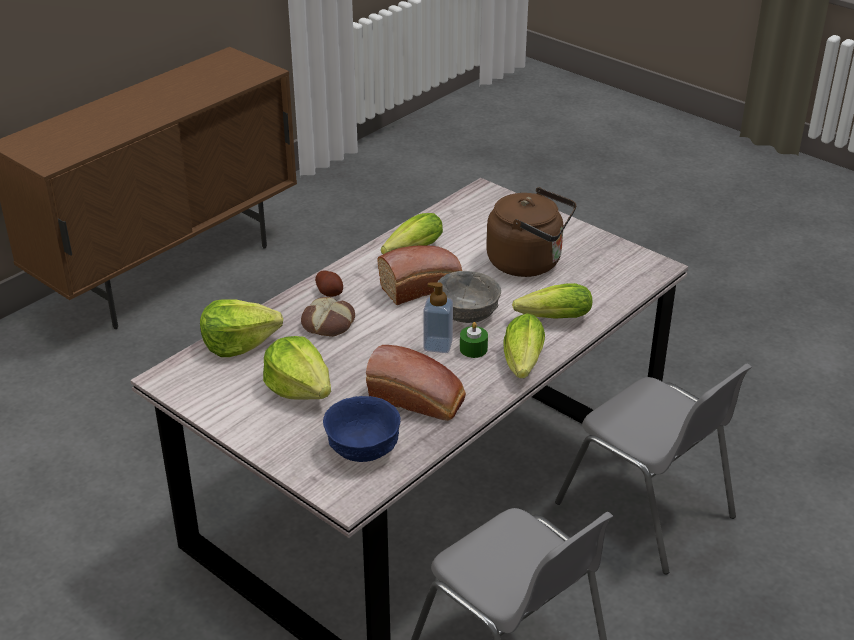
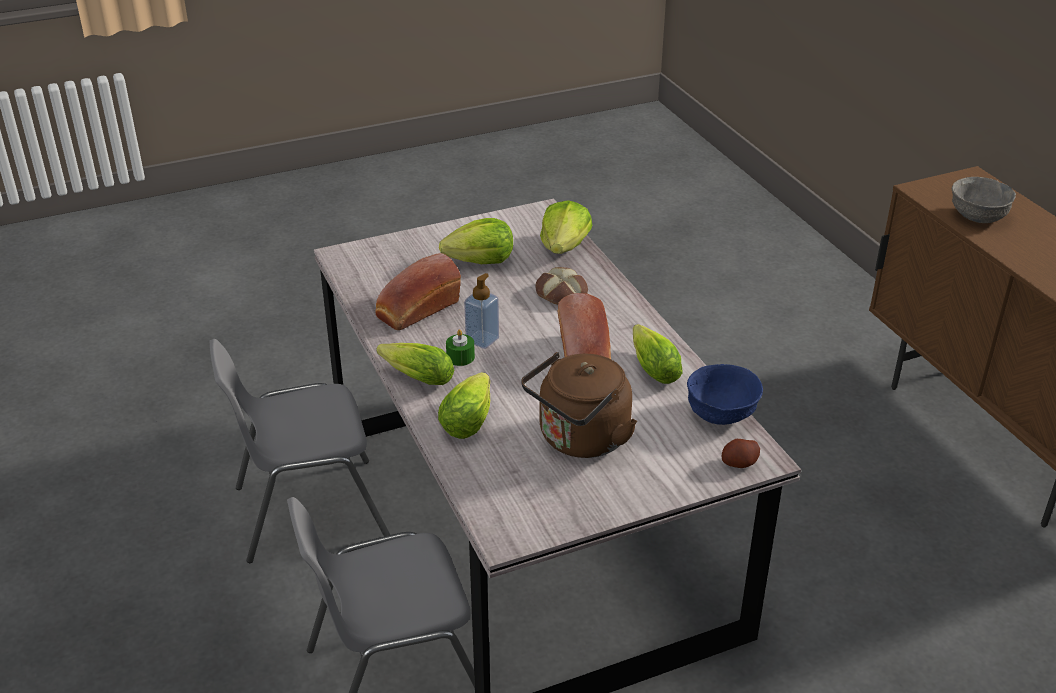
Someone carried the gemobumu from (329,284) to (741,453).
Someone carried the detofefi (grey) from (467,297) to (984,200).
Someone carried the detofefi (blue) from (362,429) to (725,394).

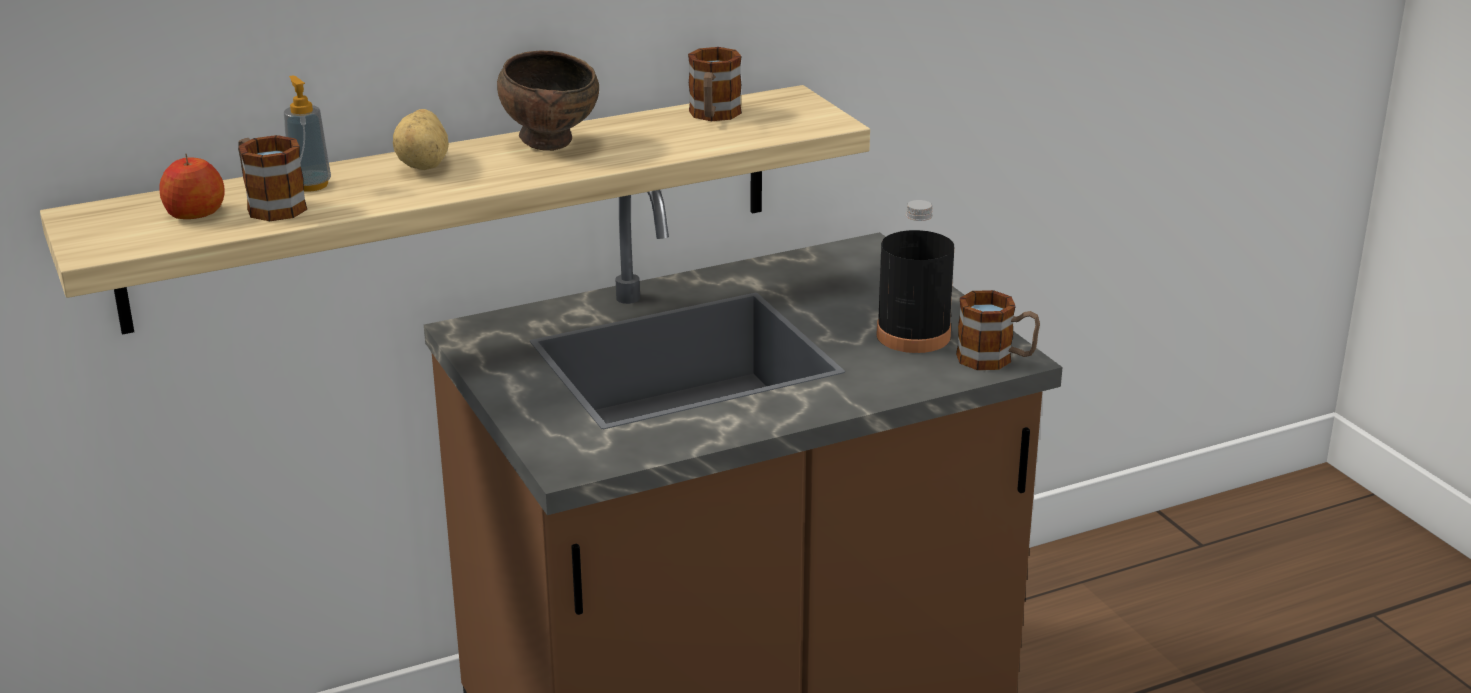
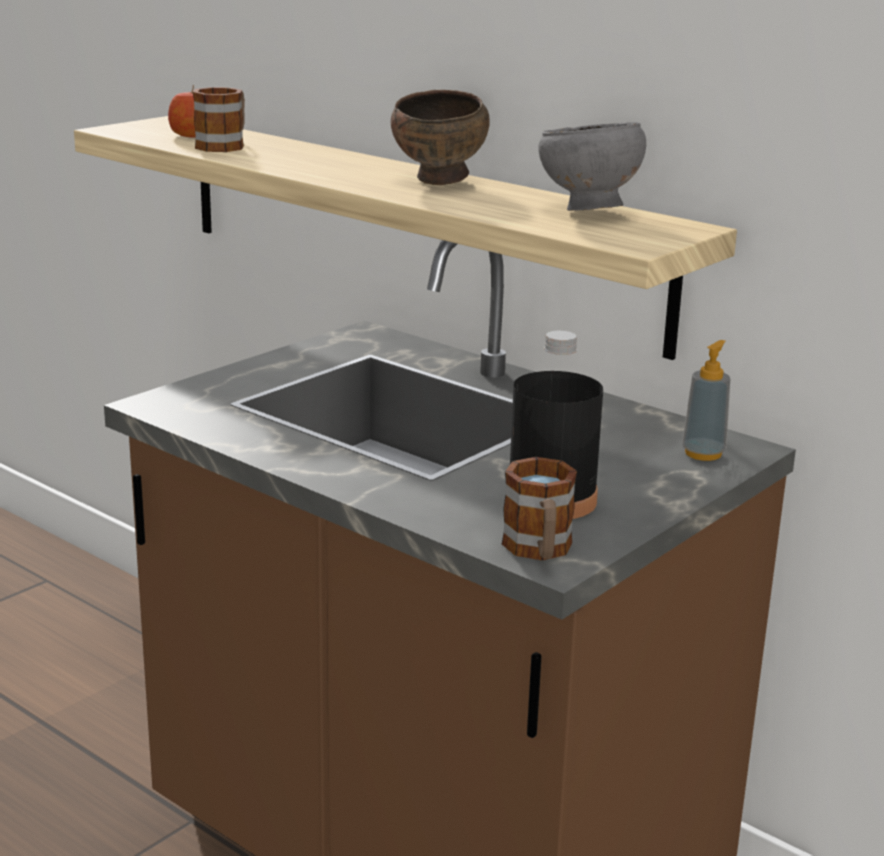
Someone swapped the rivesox at (715,84) for the detofefi (grey) at (592,166).
Someone carried the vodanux from (307,133) to (706,400).
Someone took away the gemobumu at (421,139).

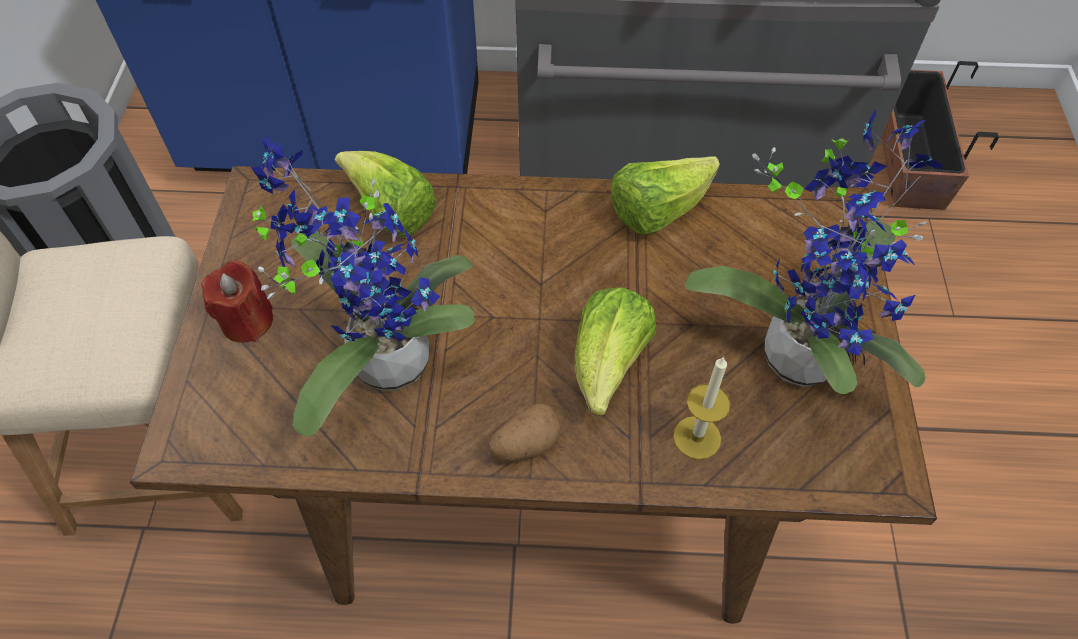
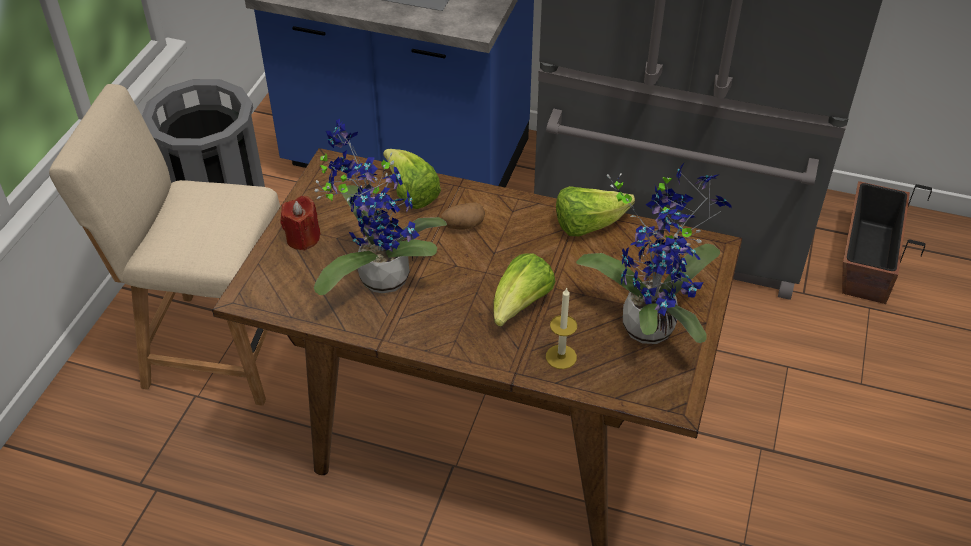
Someone carried the gemobumu from (525,432) to (463,216).

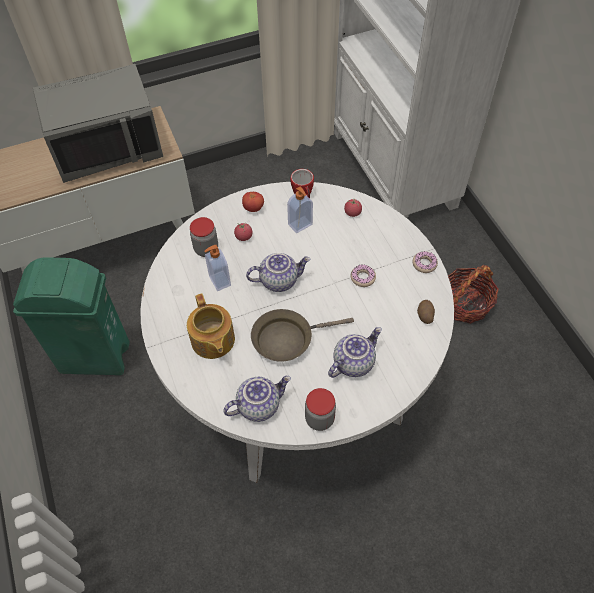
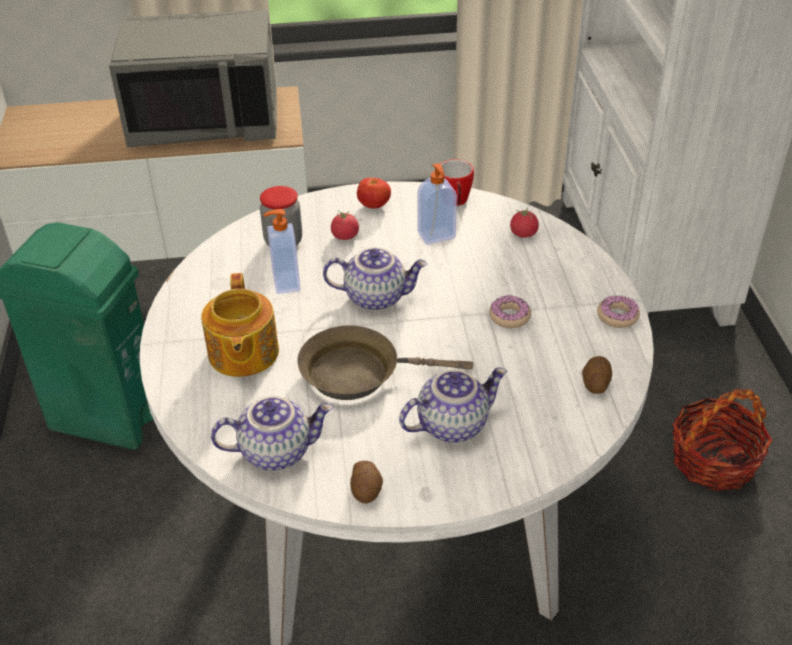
Someone swapped the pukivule at (320,409) for the gemobumu at (366,482).

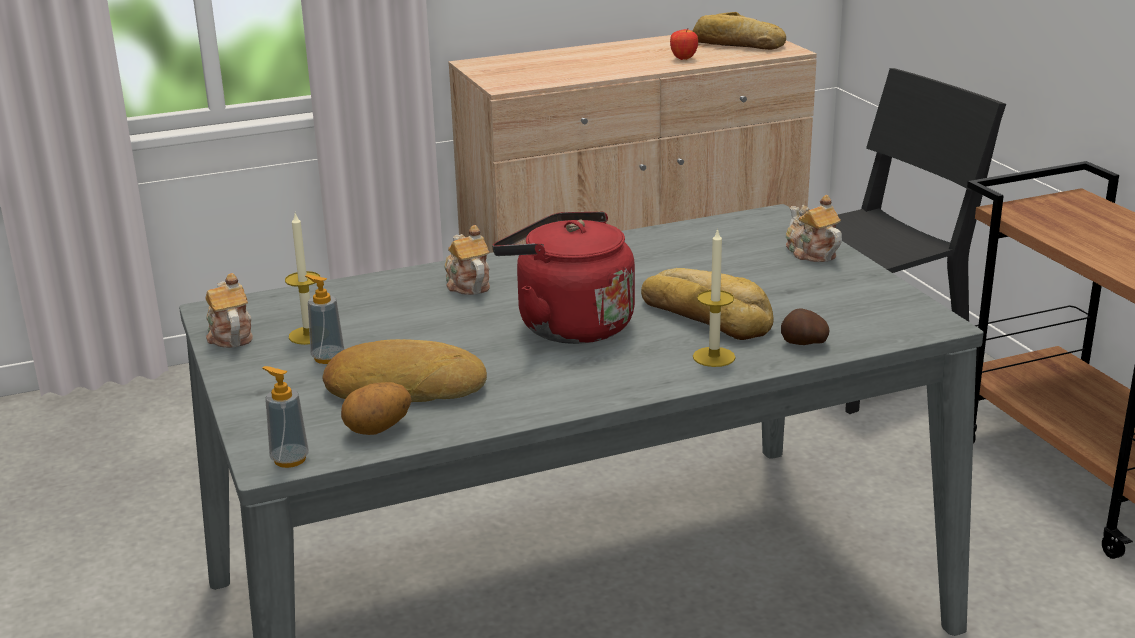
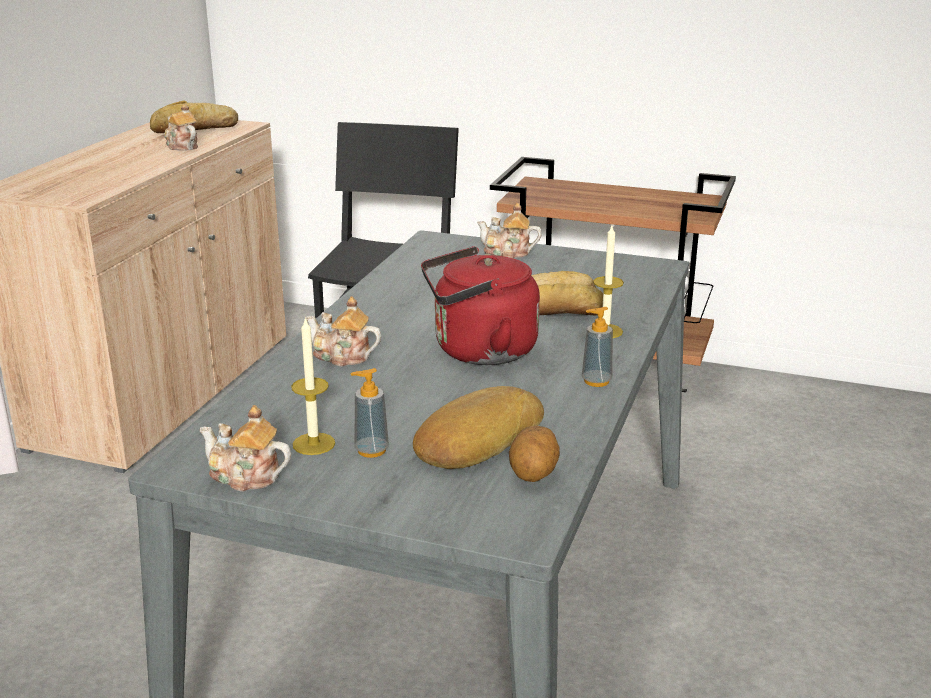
Someone swapped the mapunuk at (684,44) for the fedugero at (181,127).
Someone took away the gemobumu at (805,326).
Someone carried the vodanux from (285,417) to (597,347).

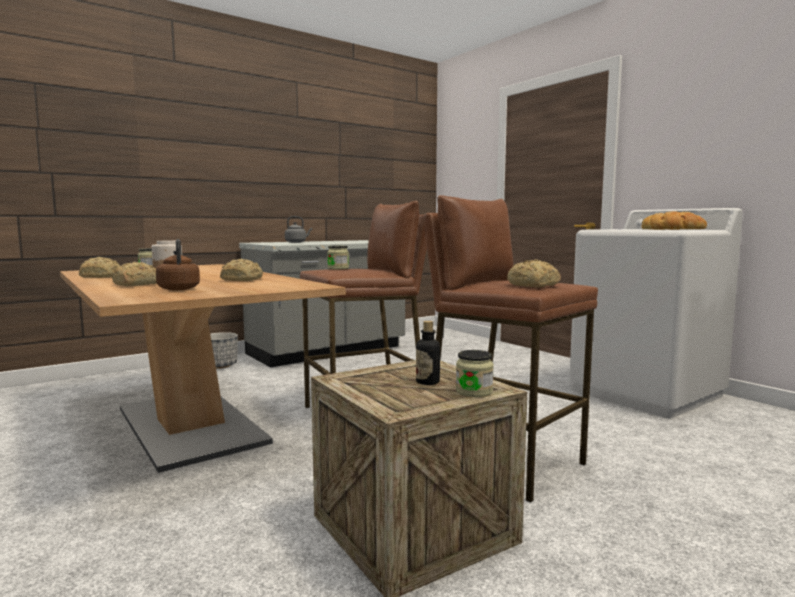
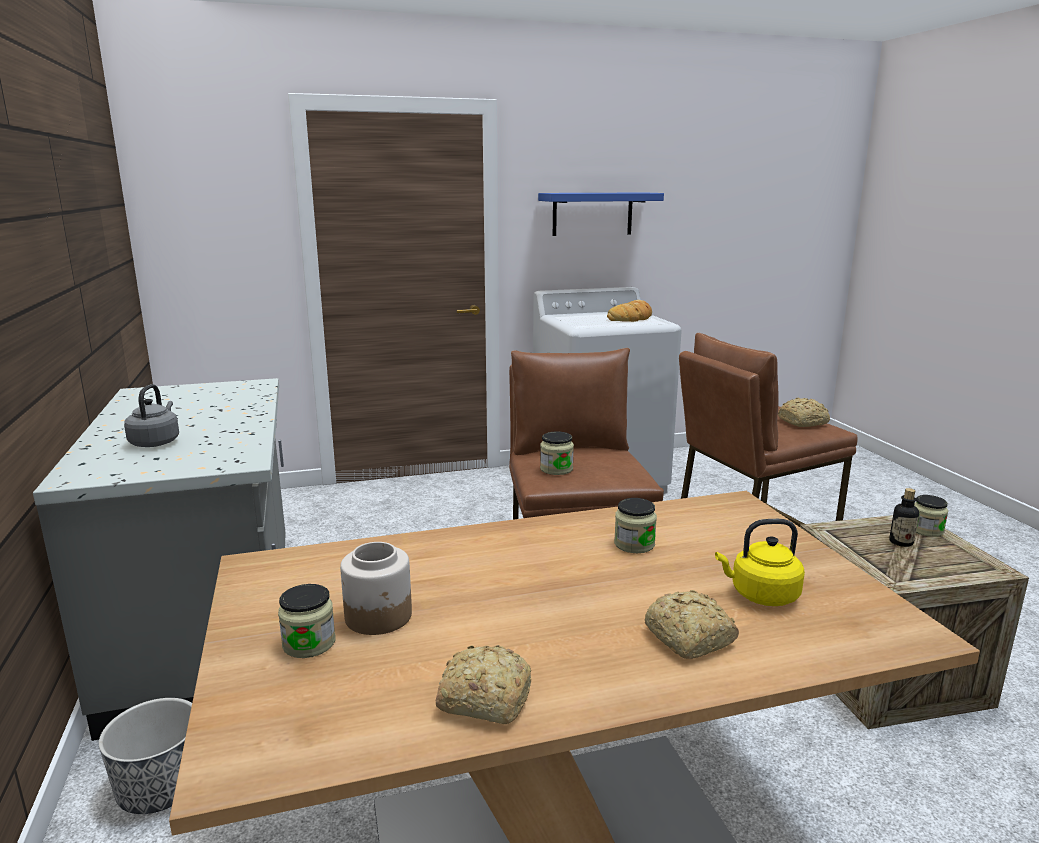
Someone repainted the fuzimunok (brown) at (178,264), which became the fuzimunok (yellow) at (760,562).
Someone swapped the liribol at (241,270) for the pukivule at (635,525).
Someone put up the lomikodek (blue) at (601,214).

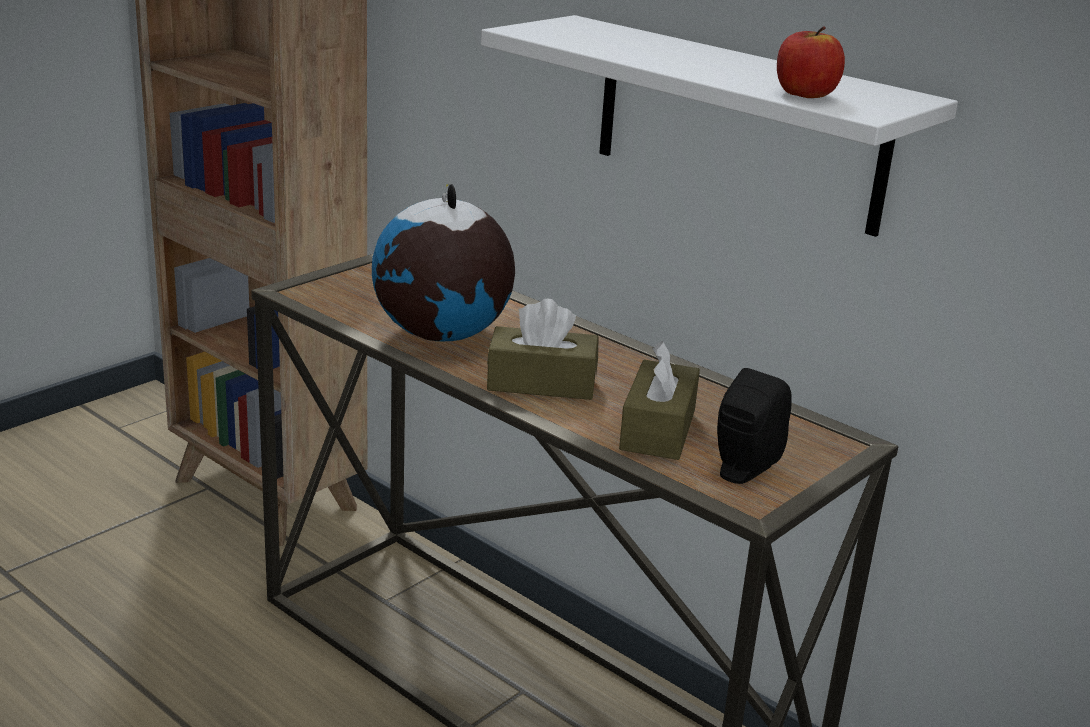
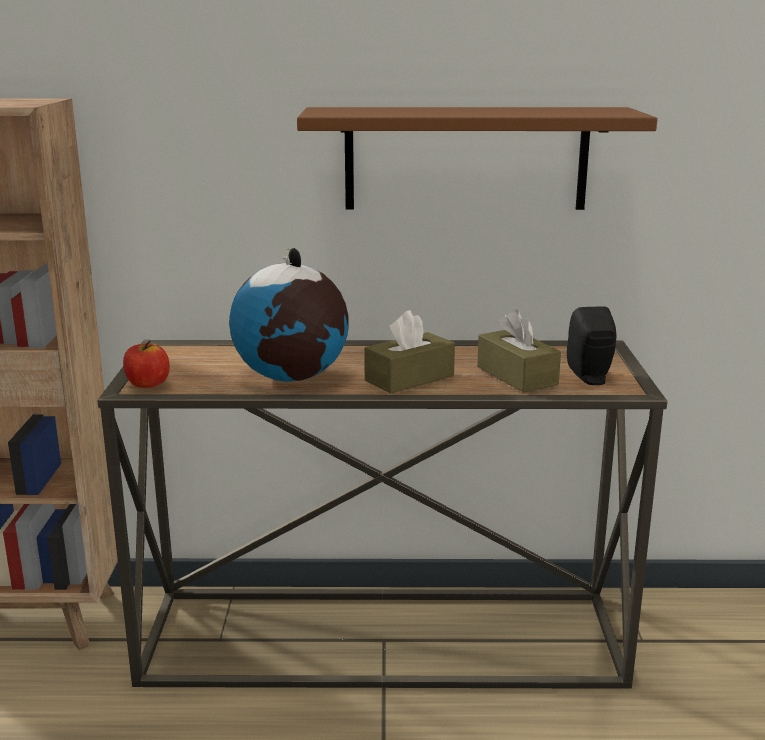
Someone repainted the lomikodek (white) at (719,126), which became the lomikodek (brown) at (477,158).
Someone carried the mapunuk from (811,62) to (146,364).

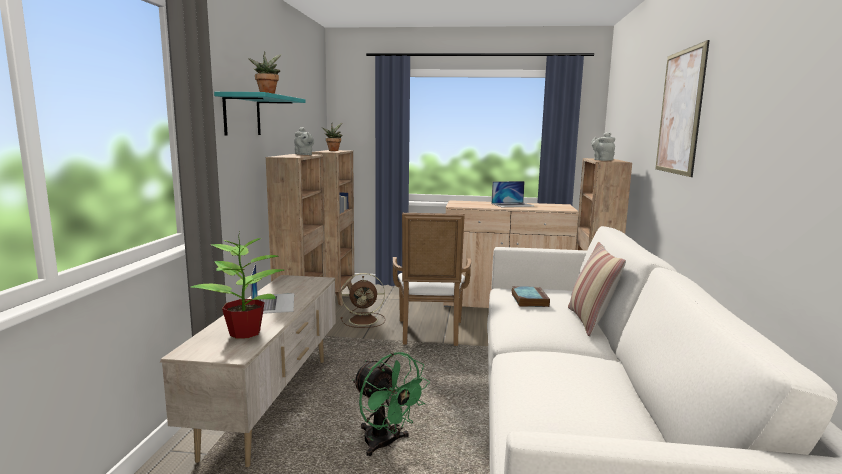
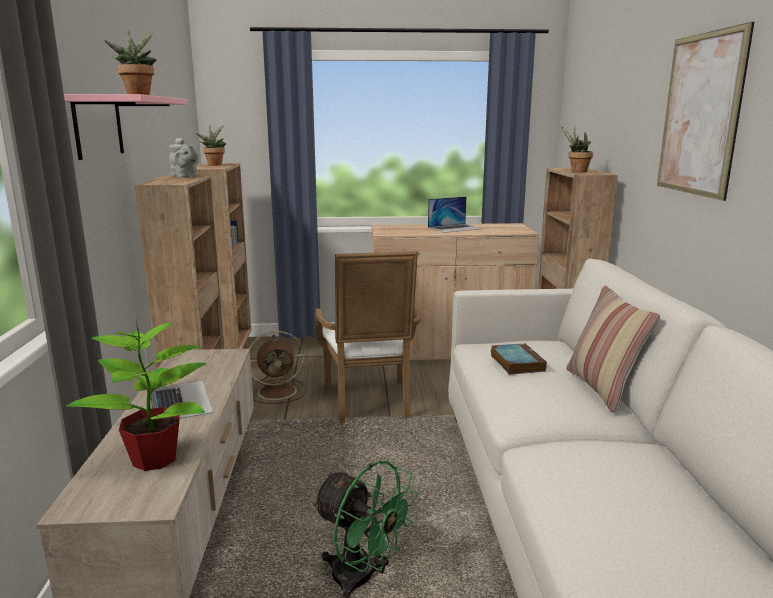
Someone repainted the lomikodek (turquoise) at (260,114), which became the lomikodek (pink) at (126,127).
Someone swapped the fedugero (grey) at (603,146) for the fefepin at (577,149).

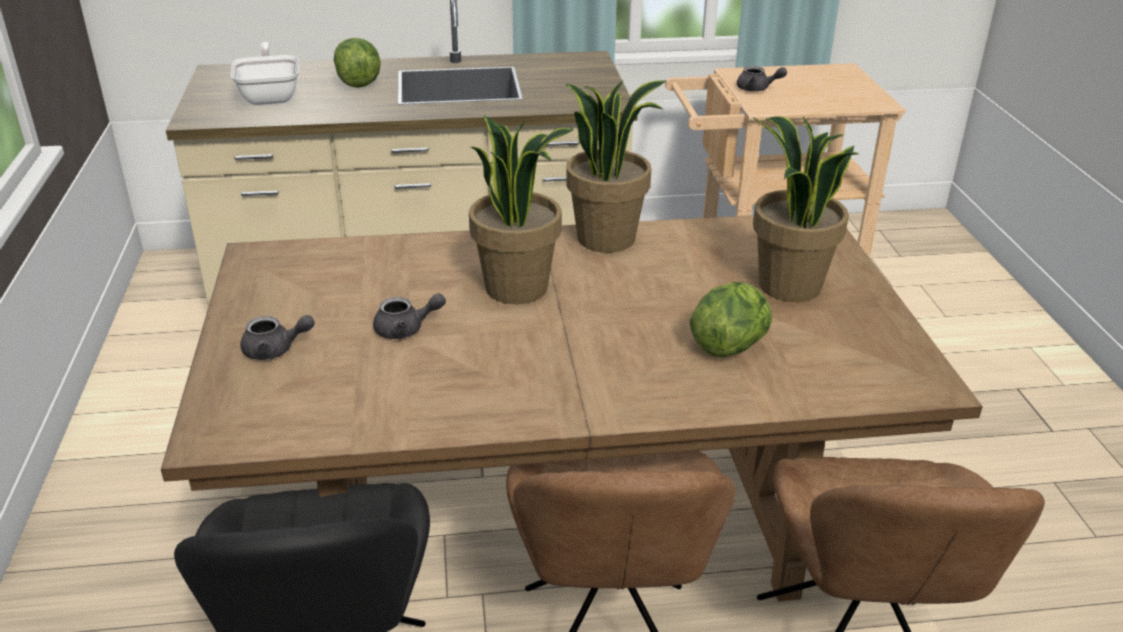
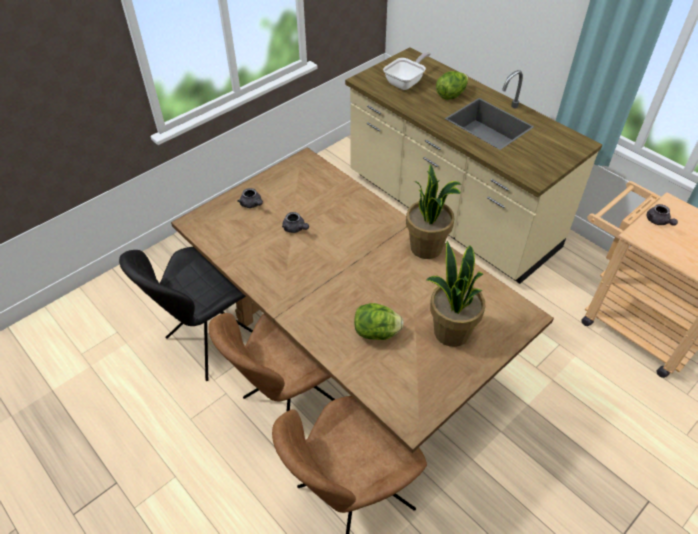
Someone took away the fefepin at (521,209).

